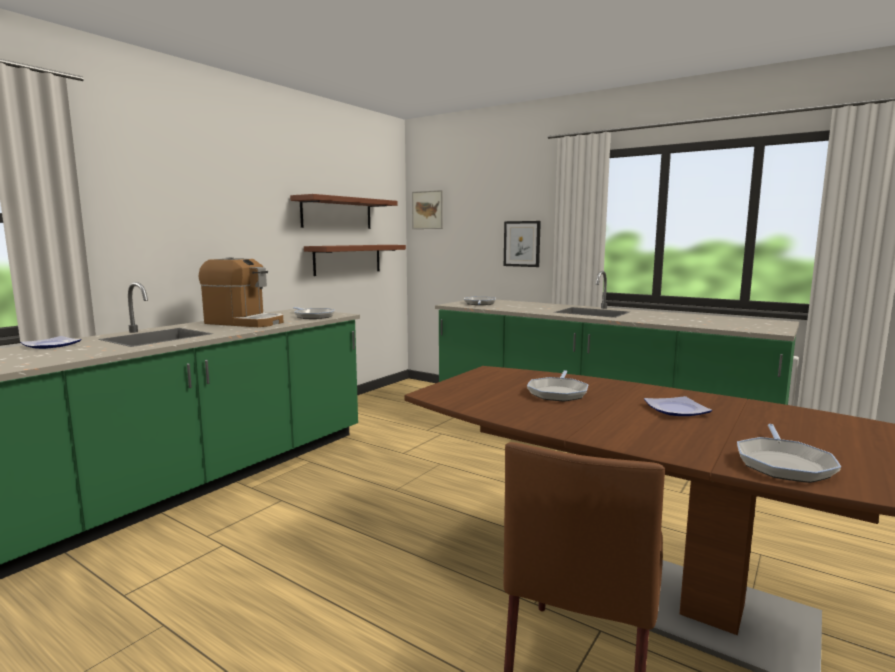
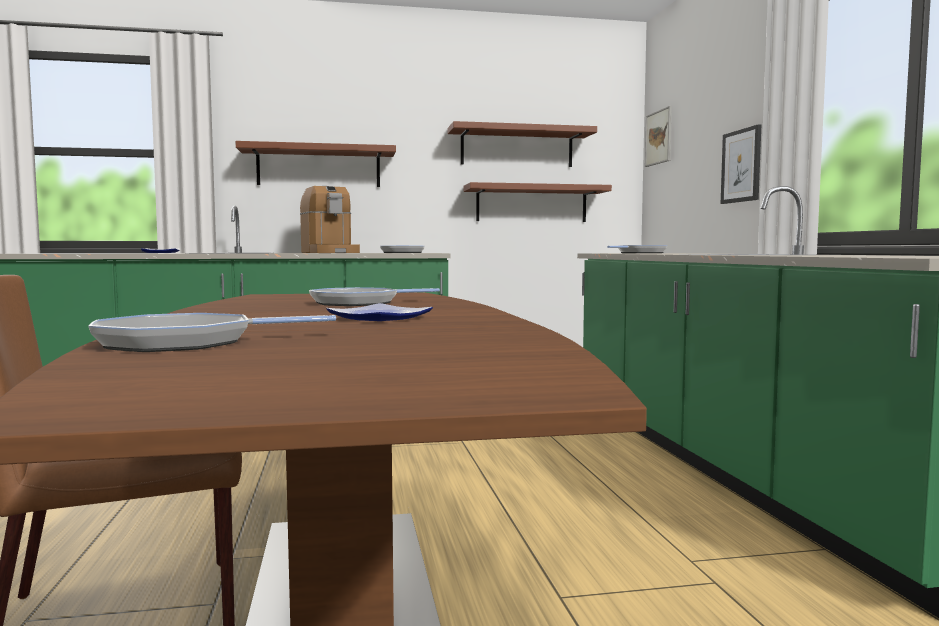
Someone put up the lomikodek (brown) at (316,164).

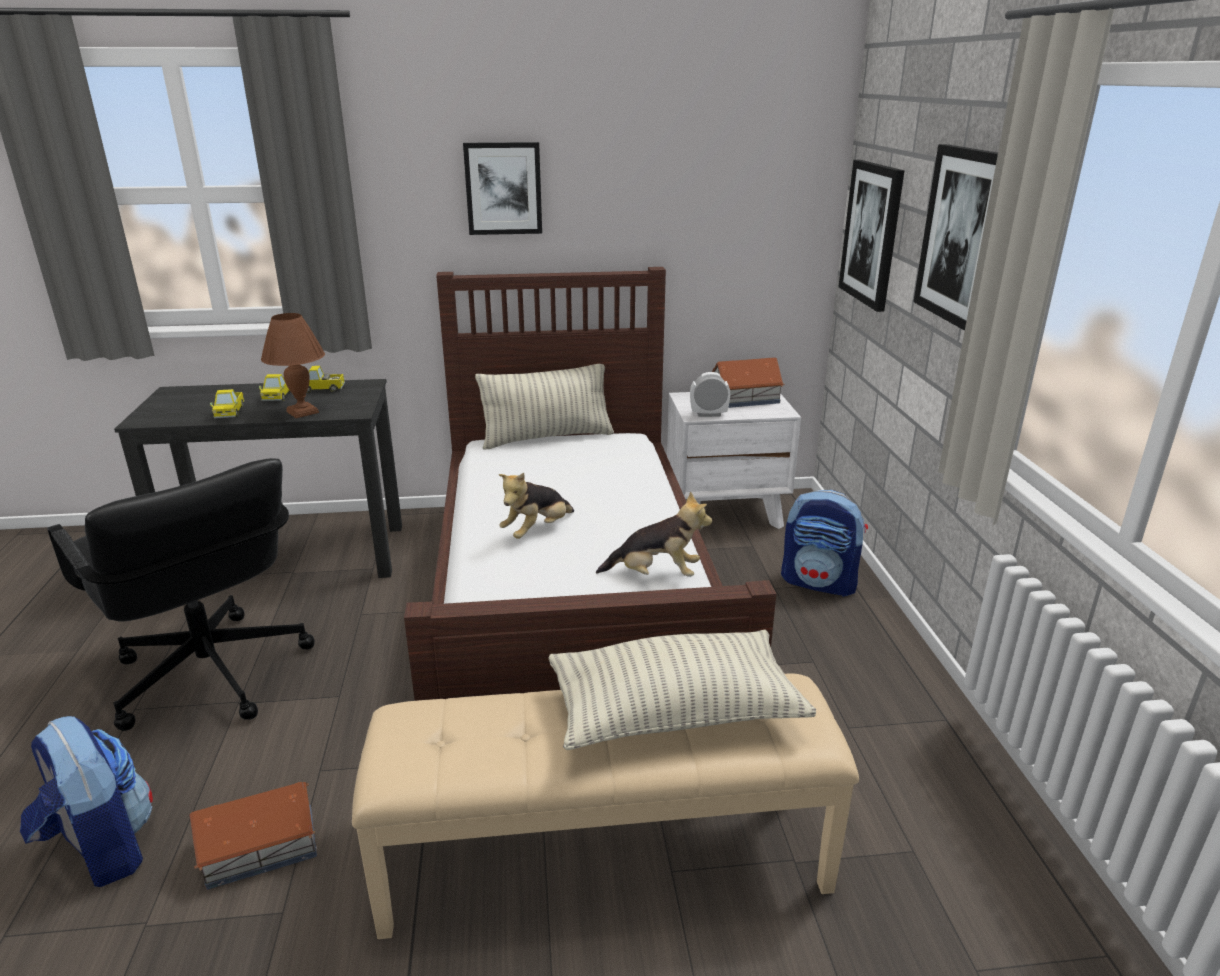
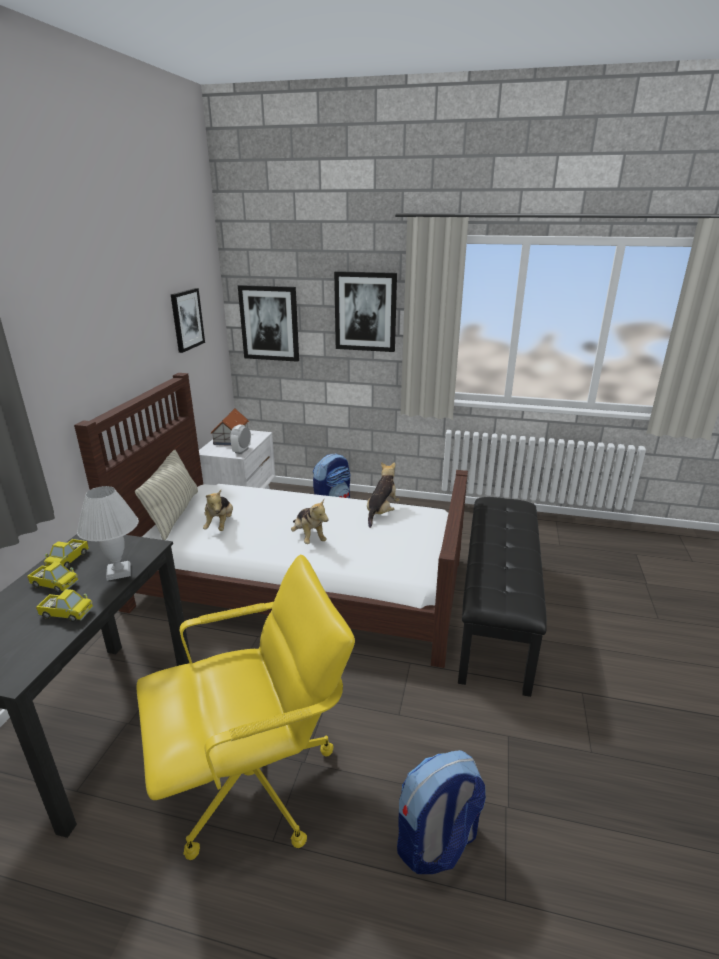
Someone carried the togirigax from (502,188) to (188,320).
Someone repainted the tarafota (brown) at (293,365), which became the tarafota (white) at (108,533).
Someone repainted the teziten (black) at (181,594), which became the teziten (yellow) at (246,707).
Someone took away the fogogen at (682,690).
Someone repainted the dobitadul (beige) at (605,806), which became the dobitadul (black) at (502,597).
Someone took away the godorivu at (253,836).
Someone put down the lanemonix at (218,510).

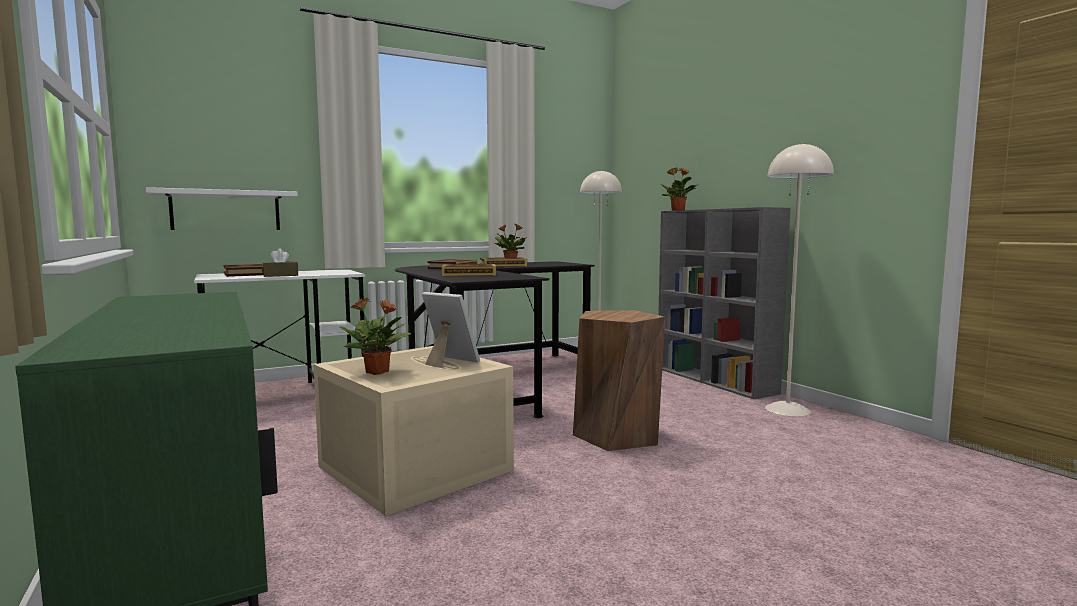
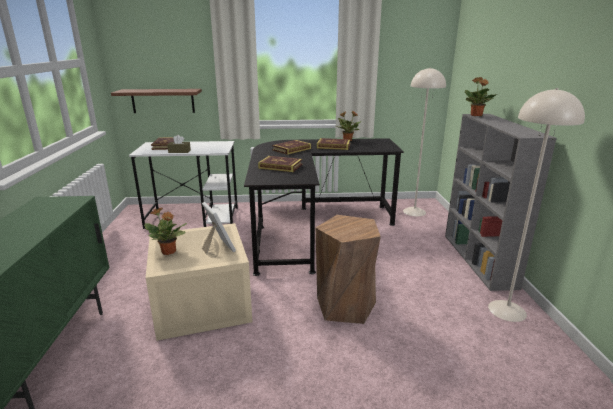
Someone repainted the lomikodek (white) at (221,208), which became the lomikodek (brown) at (156,101).

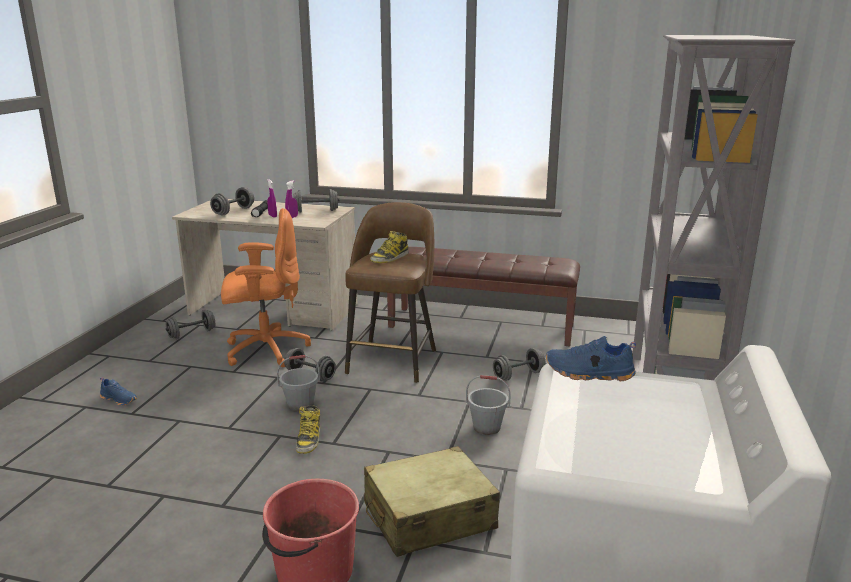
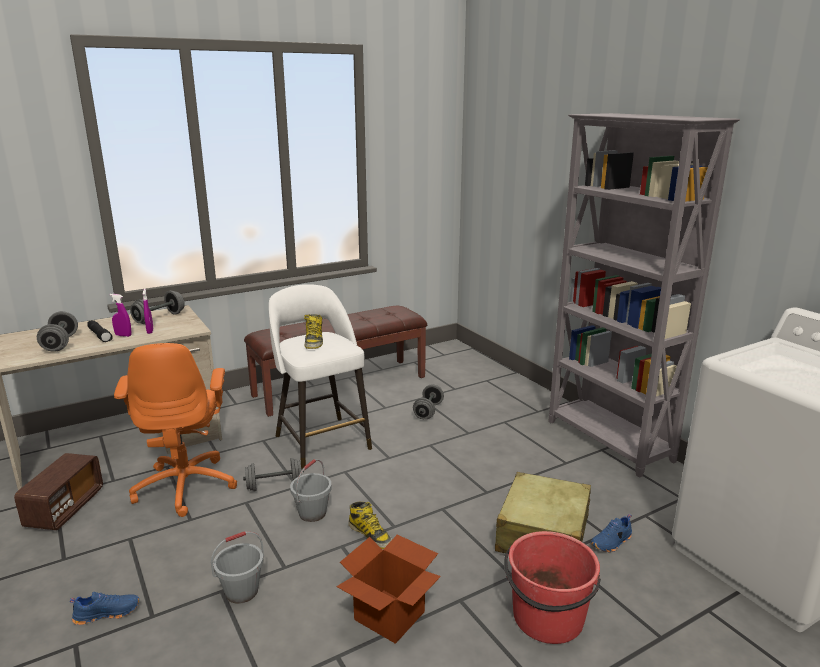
Someone repainted the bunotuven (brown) at (390,292), which became the bunotuven (white) at (320,376).
Someone rotated the teziten (orange) at (266,287) by 135 degrees clockwise.
Someone swapped the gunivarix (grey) at (190,324) for the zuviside at (58,491).
Someone carried the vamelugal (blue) from (591,358) to (611,533).
Someone carried the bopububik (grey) from (488,405) to (237,567).
Someone put down the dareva at (388,589).

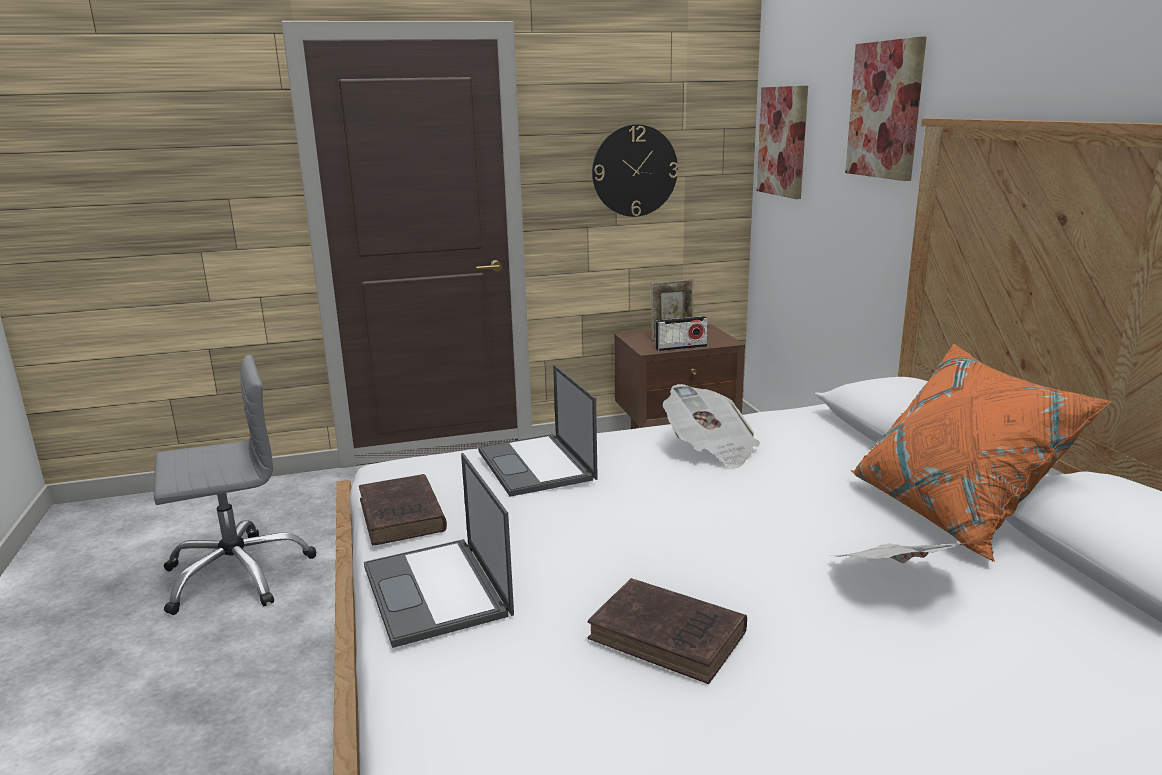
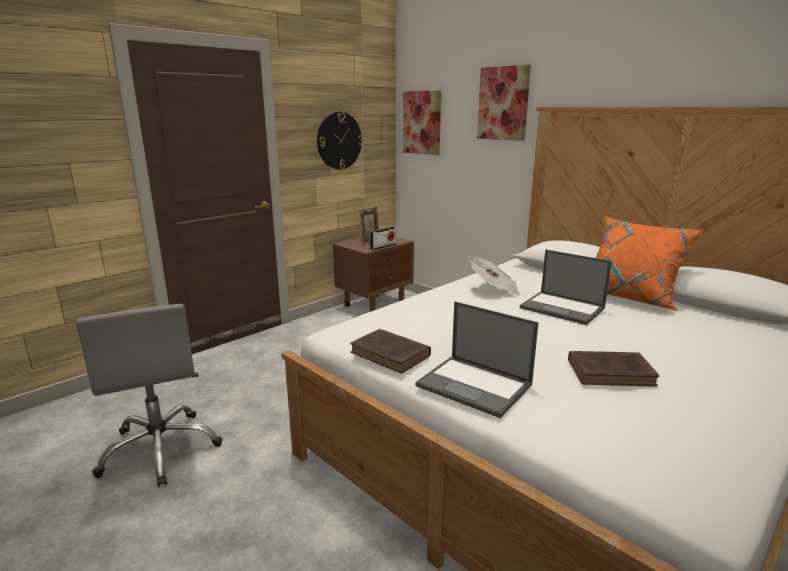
Someone rotated the teziten (grey) at (235,485) by 120 degrees clockwise.
Someone carried the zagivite from (538,431) to (566,287).
Someone took away the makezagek at (902,553).

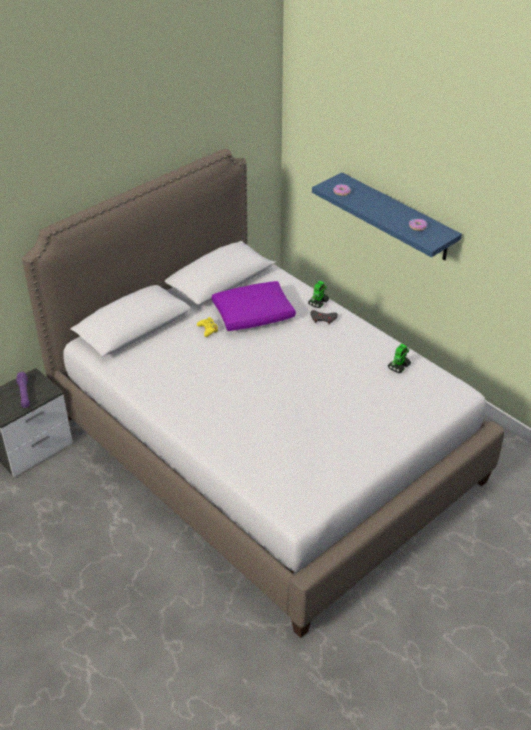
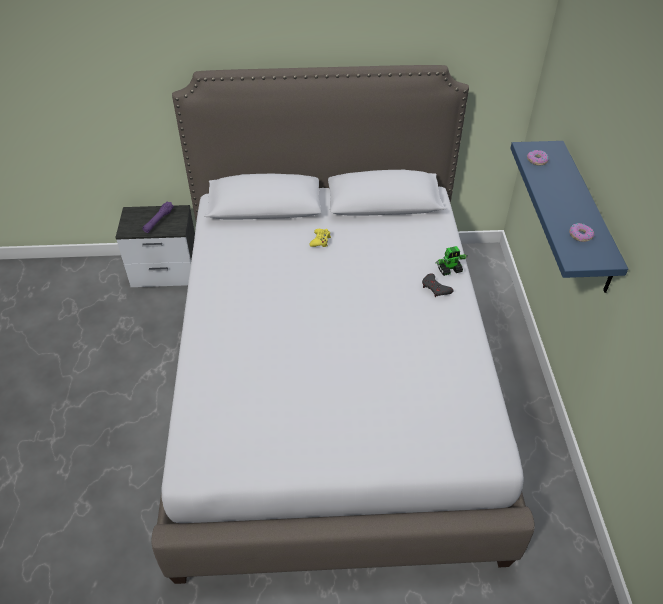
Someone took away the fogogen (purple) at (254,306).
Someone took away the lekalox at (399,358).

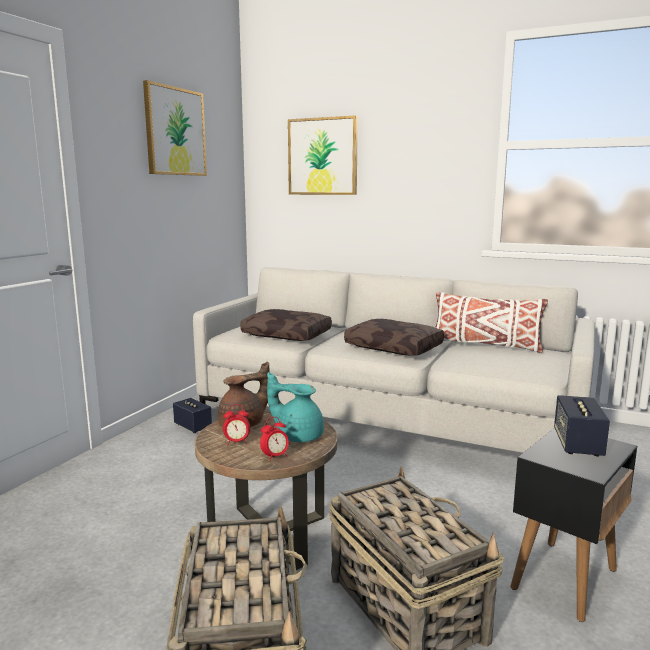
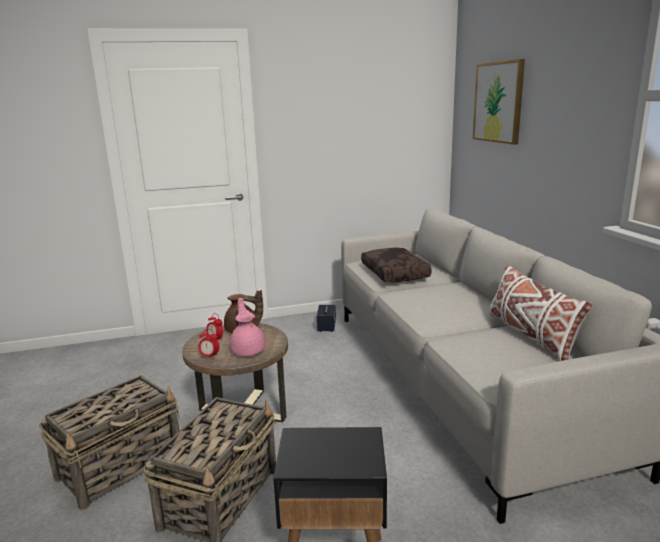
Someone took away the togirigax at (175,128).
Someone took away the fogogen (brown) at (394,337).
Someone repainted the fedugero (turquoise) at (295,407), which became the fedugero (pink) at (248,327).
Someone took away the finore at (582,426).

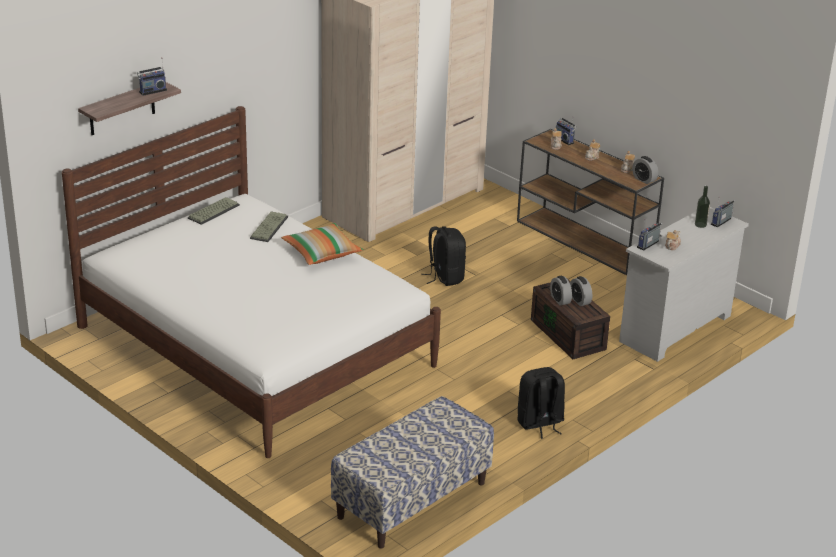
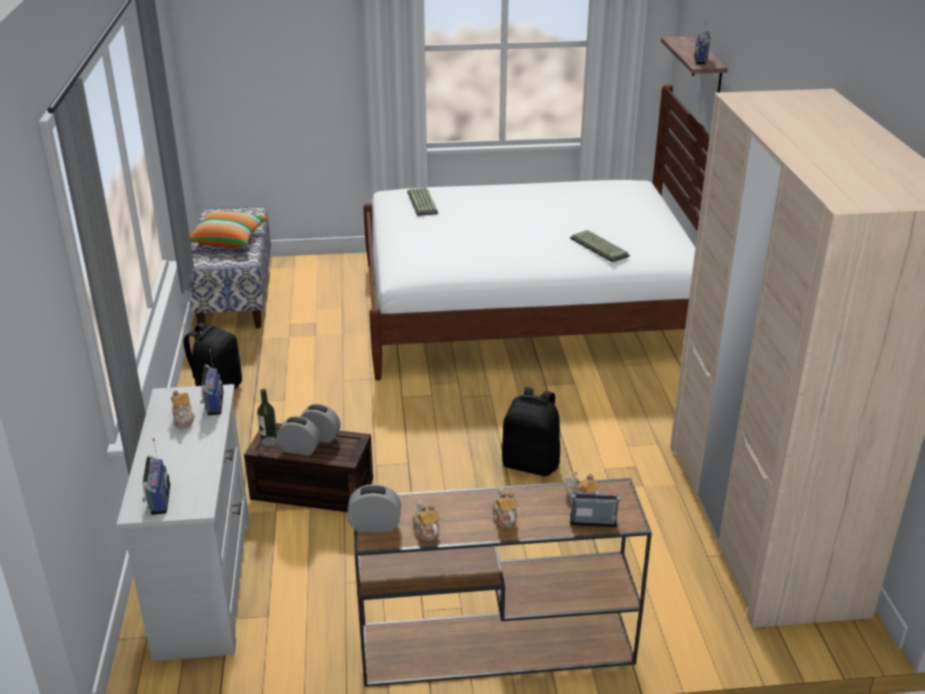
Someone carried the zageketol from (702,207) to (267,417).
Someone carried the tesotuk from (214,211) to (422,201).
Someone carried the fogogen from (322,244) to (229,229).

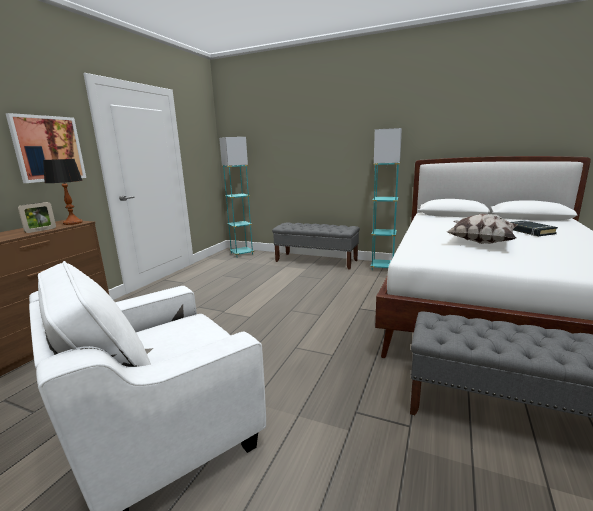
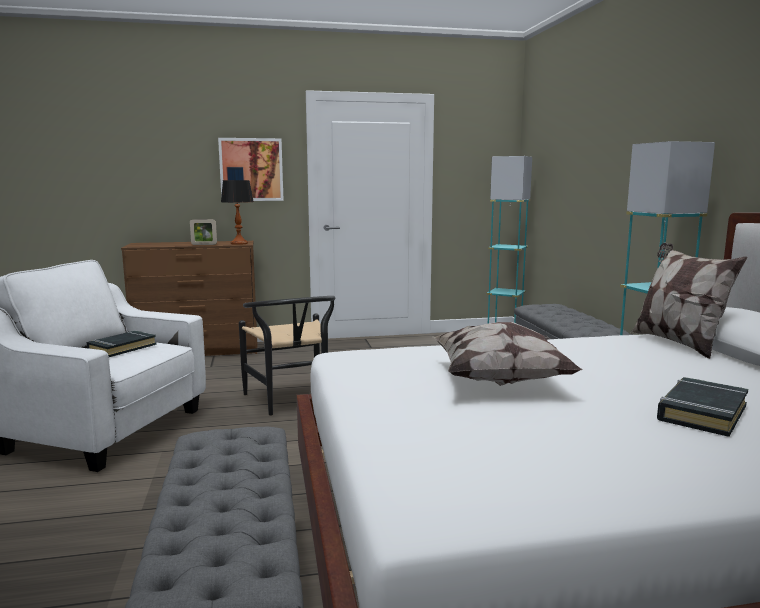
Someone put down the fogogen at (689,301).
Someone put down the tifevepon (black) at (287,356).
Someone put down the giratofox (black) at (121,344).

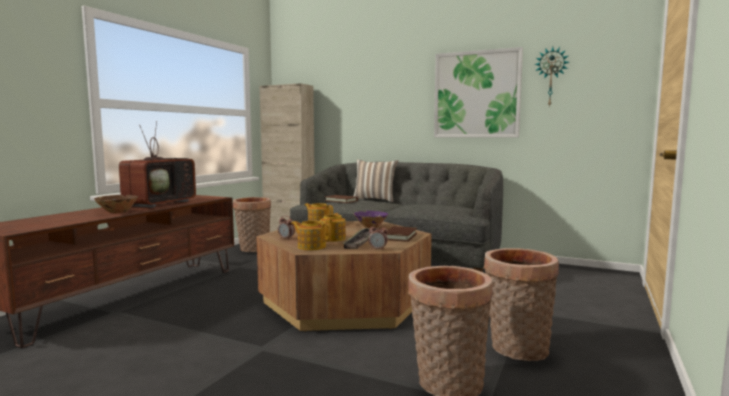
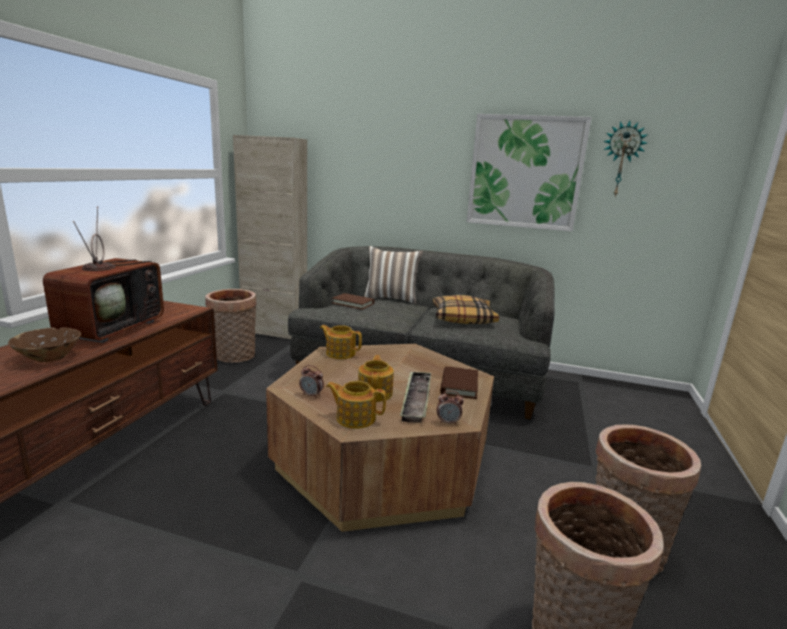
Someone took away the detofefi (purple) at (371,219).
Someone put down the fogogen at (465,309).

